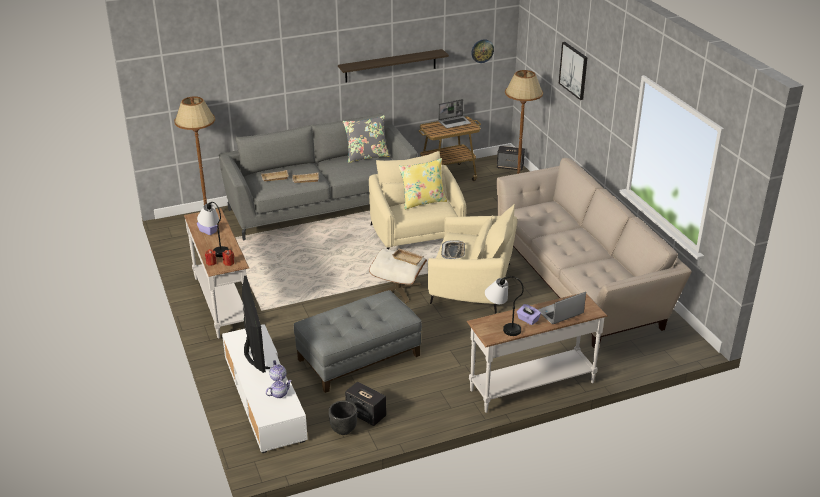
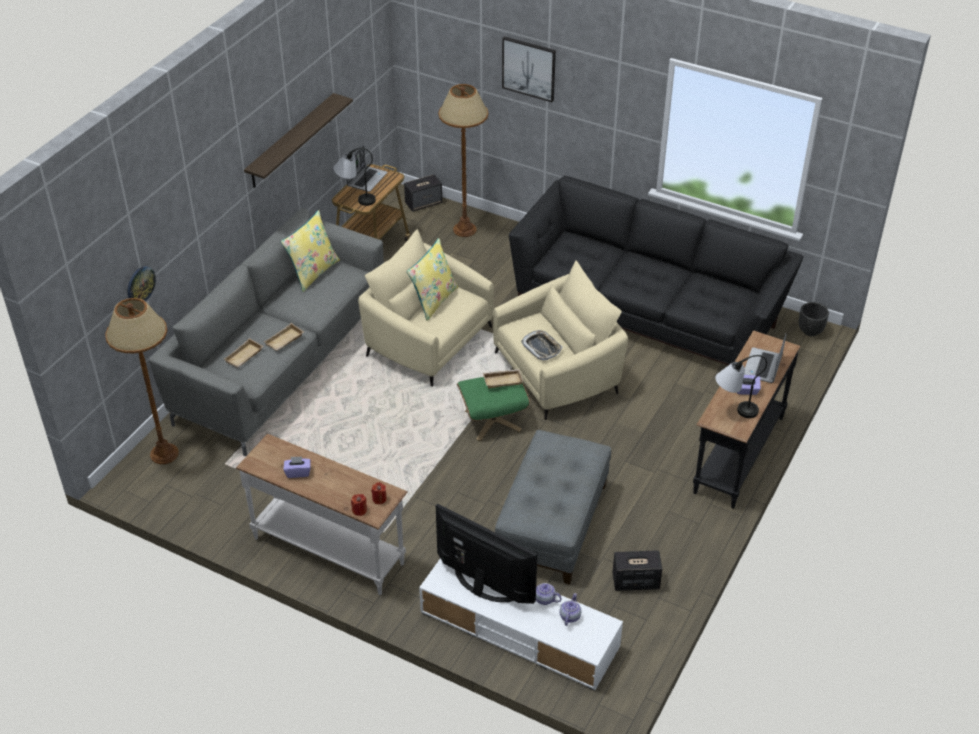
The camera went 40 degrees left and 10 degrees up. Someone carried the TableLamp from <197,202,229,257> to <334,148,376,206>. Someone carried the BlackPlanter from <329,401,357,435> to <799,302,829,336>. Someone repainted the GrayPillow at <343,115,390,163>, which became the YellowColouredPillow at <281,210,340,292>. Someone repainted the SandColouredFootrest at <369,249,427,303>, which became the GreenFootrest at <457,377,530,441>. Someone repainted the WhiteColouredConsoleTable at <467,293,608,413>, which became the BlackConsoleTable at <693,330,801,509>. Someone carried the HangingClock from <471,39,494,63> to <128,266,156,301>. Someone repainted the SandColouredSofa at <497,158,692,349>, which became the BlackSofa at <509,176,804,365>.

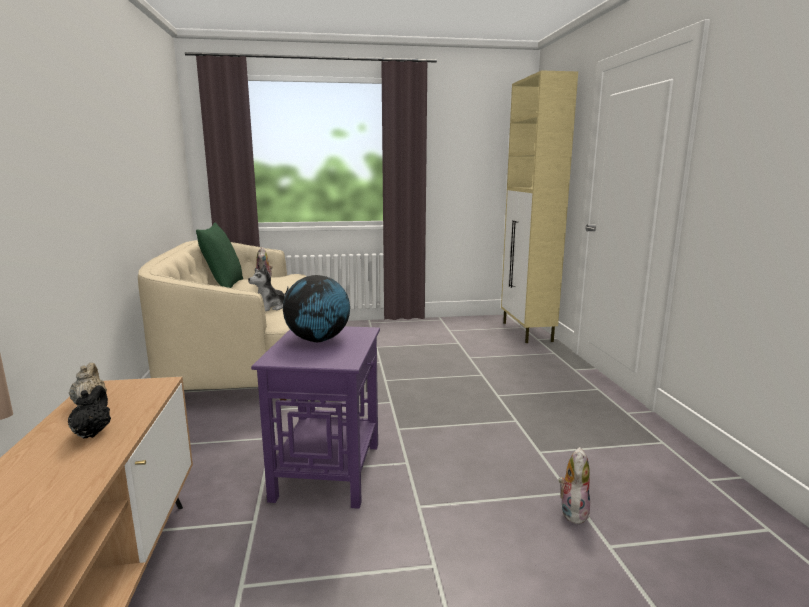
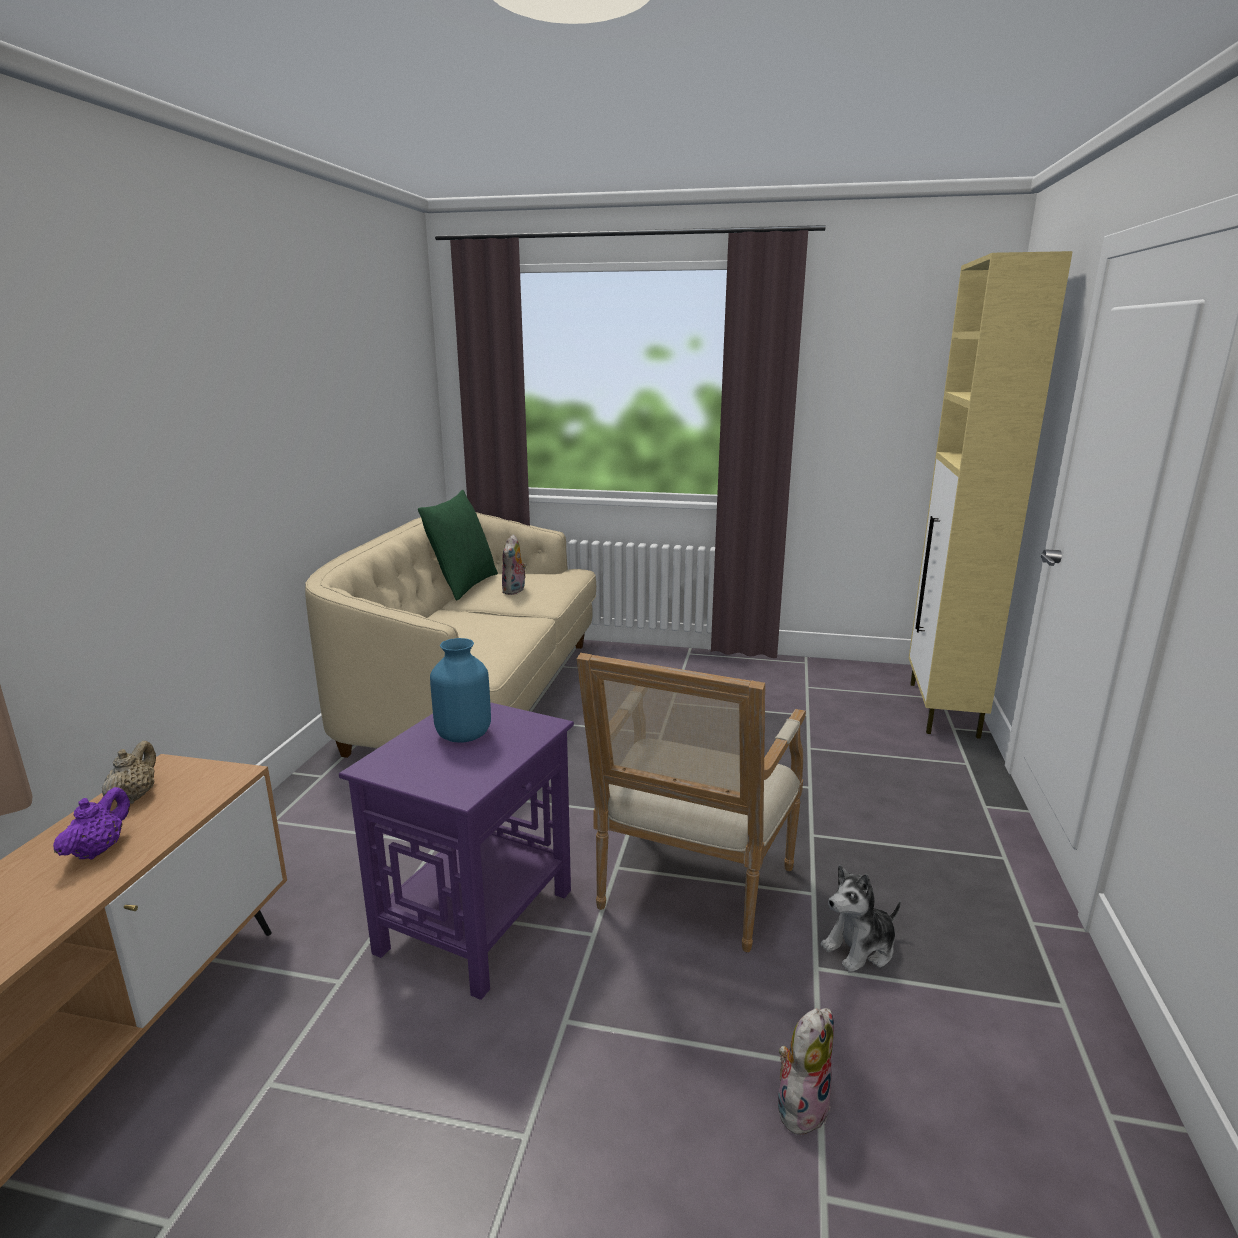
The camera went 20 degrees right and 5 degrees up. Someone repainted the BlackPotForTea at <68,385,111,439>, which became the PurpleColouredPotForTea at <53,787,130,860>. Someone carried the PlushToy from <248,264,289,311> to <821,865,901,973>. Someone swapped the WorldGlobe at <283,275,350,342> for the BluishFlowerVase at <430,638,491,743>. Someone put down the EasyChair at <577,653,806,952>.

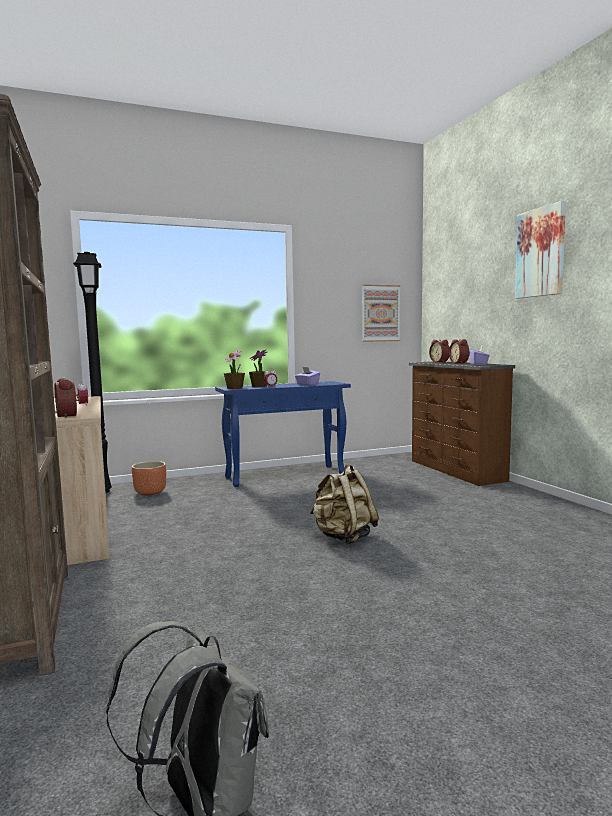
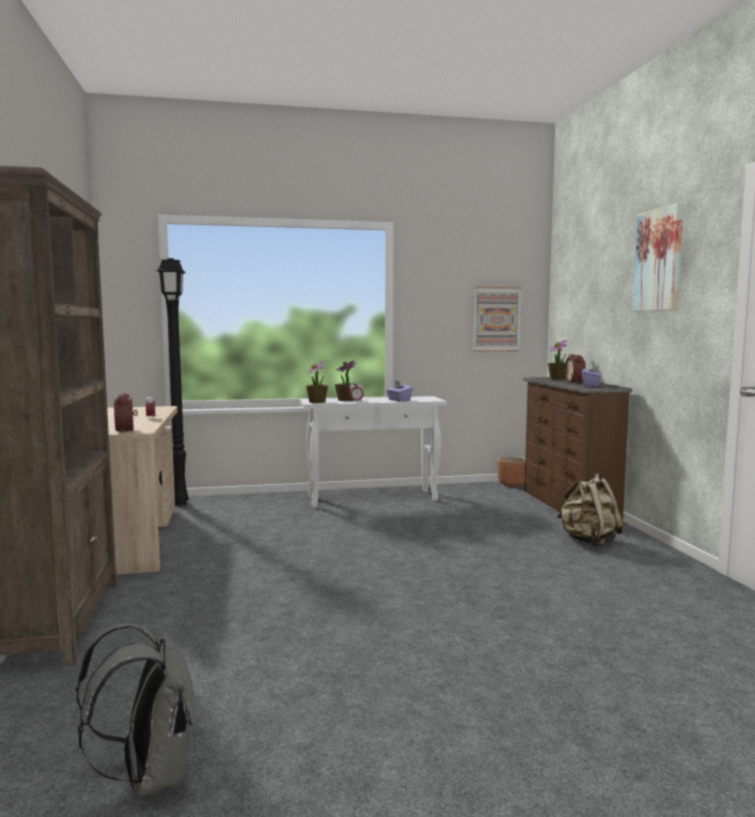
The camera went 10 degrees right and 0 degrees up. Someone carried the BrownColouredPlanter from <132,461,166,495> to <498,456,525,487>. Someone repainted the BluishConsoleTable at <215,381,351,487>, which became the WhiteColouredConsoleTable at <300,396,447,508>. Someone carried the SandColouredKnapsack from <310,464,379,545> to <557,473,624,547>. Someone swapped the AlarmClock at <429,340,450,362> for the Houseplant at <548,340,568,380>.

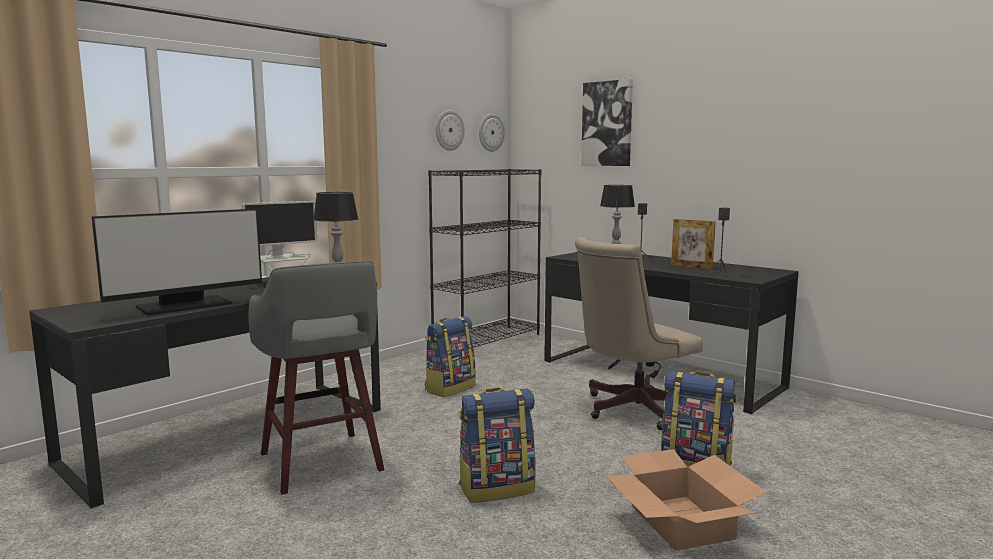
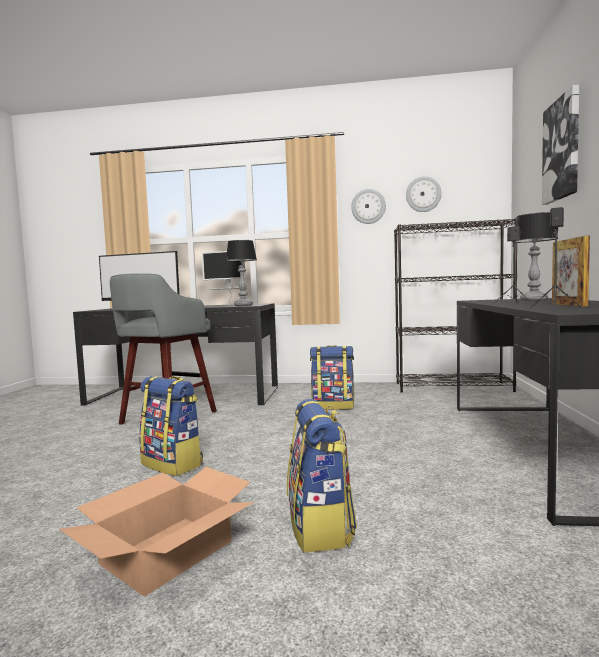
The camera went 55 degrees right and 5 degrees down. Someone carried the HangingClock from <479,114,505,152> to <351,189,386,224>. Someone took away the SandColouredOfficeChair at <575,237,703,430>.

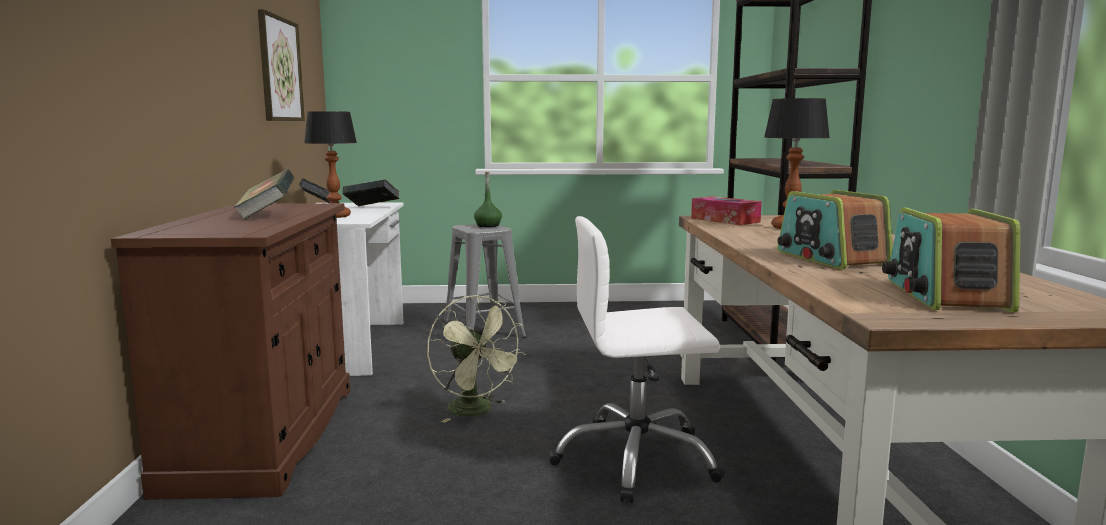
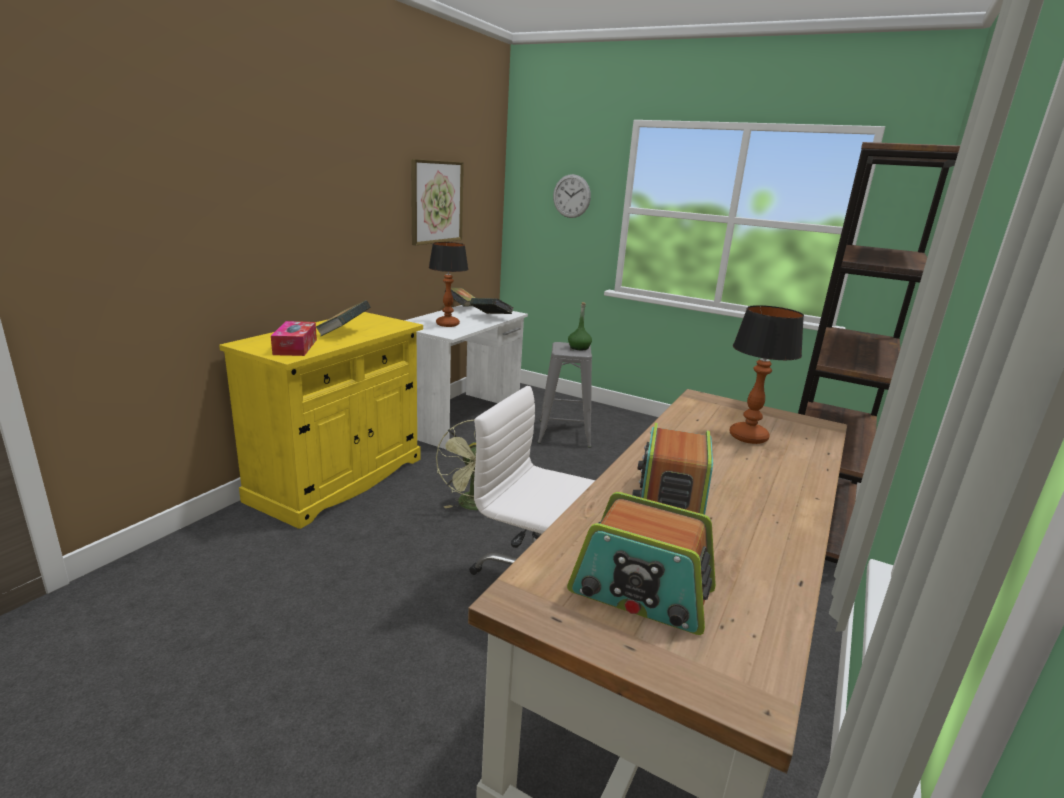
The camera went 30 degrees right and 10 degrees up. Someone repainted the BrownColouredCupboard at <111,203,350,500>, which became the YellowColouredCupboard at <219,312,423,529>. Someone carried the TissueHolder from <691,196,762,225> to <271,321,317,356>. Someone rotated the RadioReceiver at <882,208,1020,312> by 105 degrees counterclockwise. Someone put up the HangingClock at <553,174,591,218>.

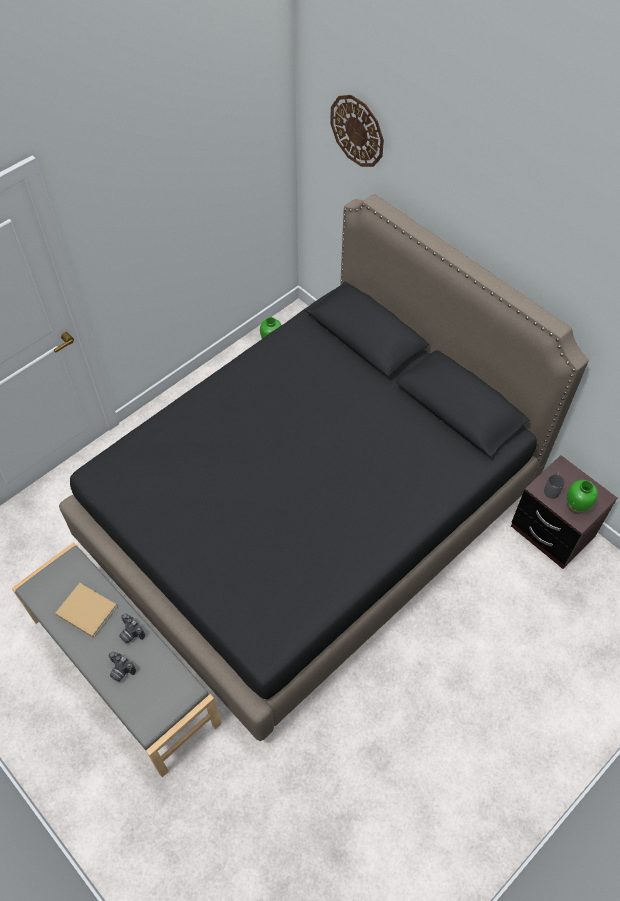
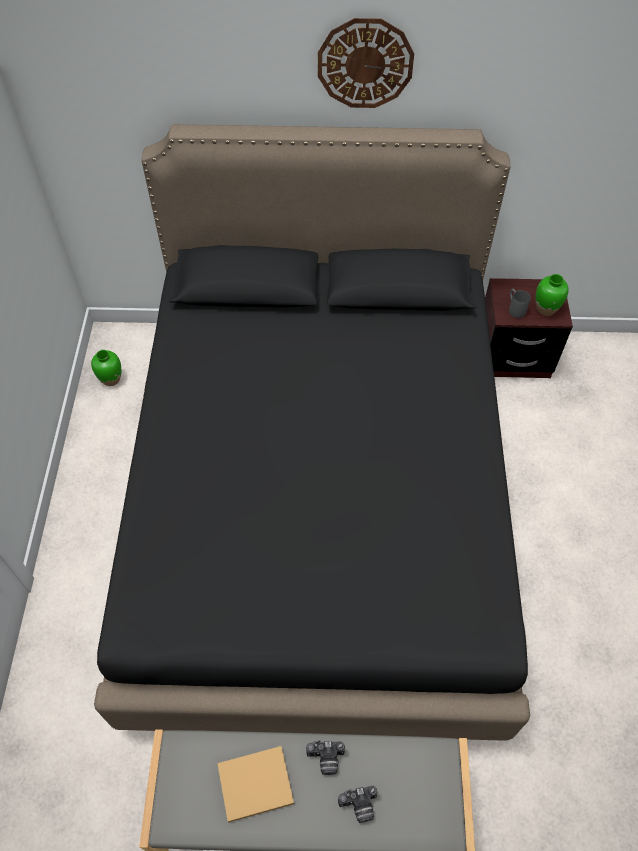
The camera went 45 degrees left and 0 degrees up. Someone carried the HangingClock from <330,95,384,167> to <318,18,414,108>.

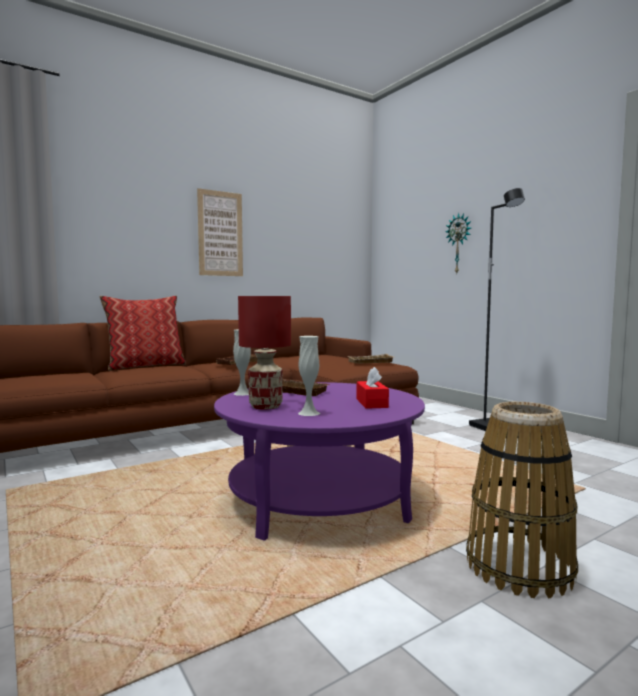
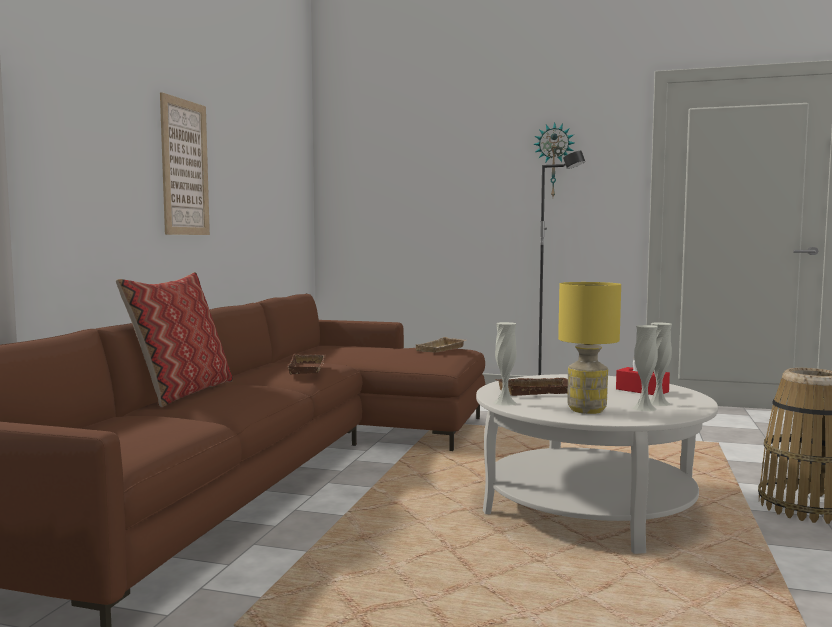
The camera went 40 degrees left and 0 degrees up. Someone repainted the PurpleColouredLowTable at <214,382,425,541>, which became the WhiteColouredLowTable at <476,374,718,554>. Someone repainted the RedTableLamp at <238,296,291,410>, which became the YellowColouredTableLamp at <558,282,621,414>. Someone carried the HangingClock from <446,213,471,273> to <533,122,575,197>. Someone put down the WhiteColouredFlowerVase at <650,322,672,406>.

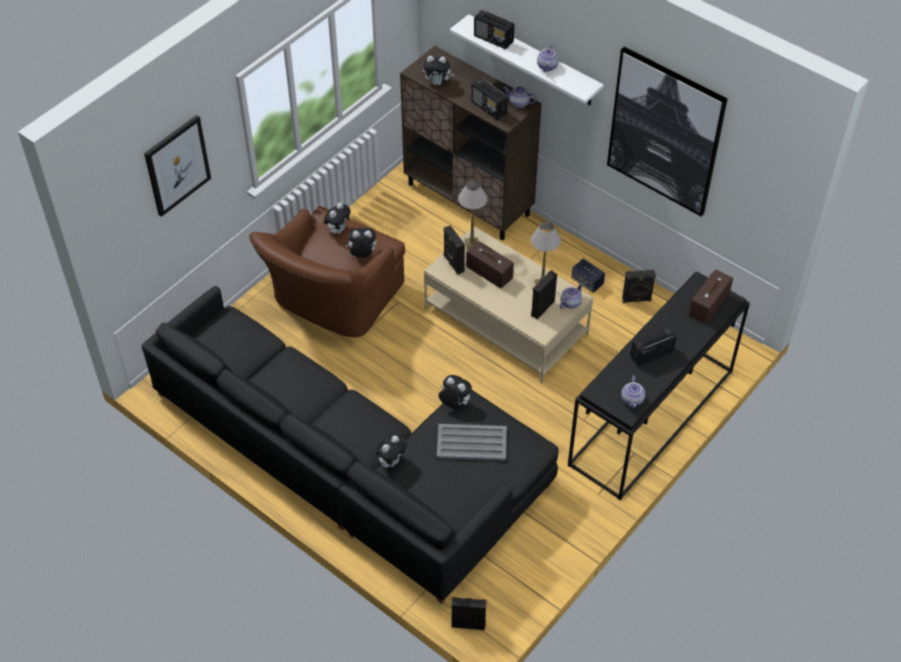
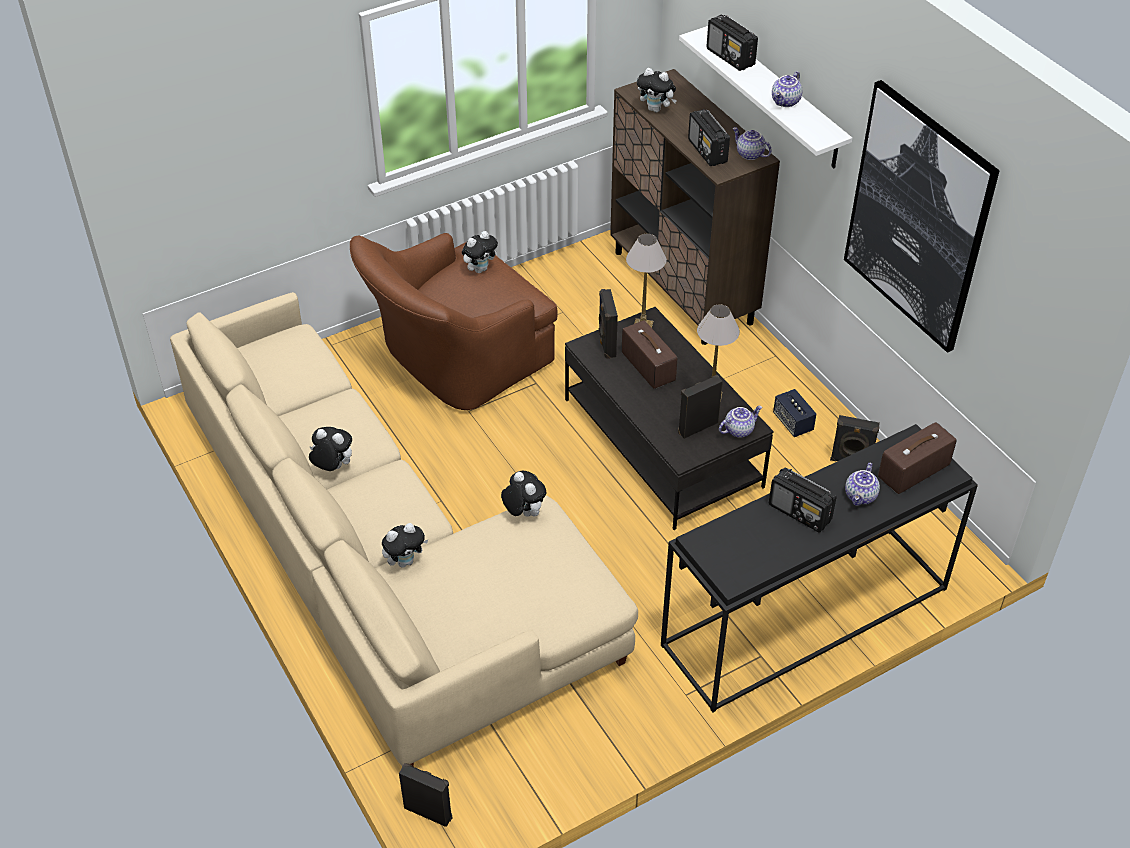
The camera went 20 degrees right and 5 degrees down. Someone repainted the BlackSofa at <141,286,558,604>, which became the SandColouredSofa at <170,292,638,767>. Someone took away the WallArt at <144,115,211,217>. Someone carried the PlushToy from <345,228,377,257> to <309,427,352,471>. Someone repainted the SandColouredLowTable at <424,226,593,383>, which became the BlackLowTable at <565,307,774,530>. Someone took away the GrayTray at <437,424,507,461>. Someone carried the PotForTea from <621,376,645,409> to <845,463,880,506>. Someone rotated the RadioReceiver at <630,326,676,367> by 135 degrees counterclockwise.

